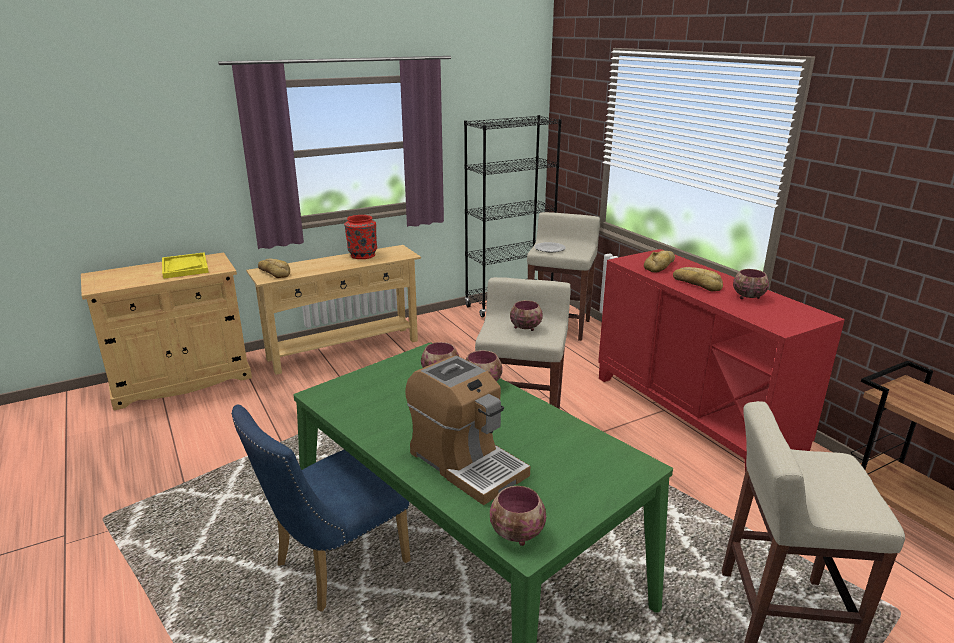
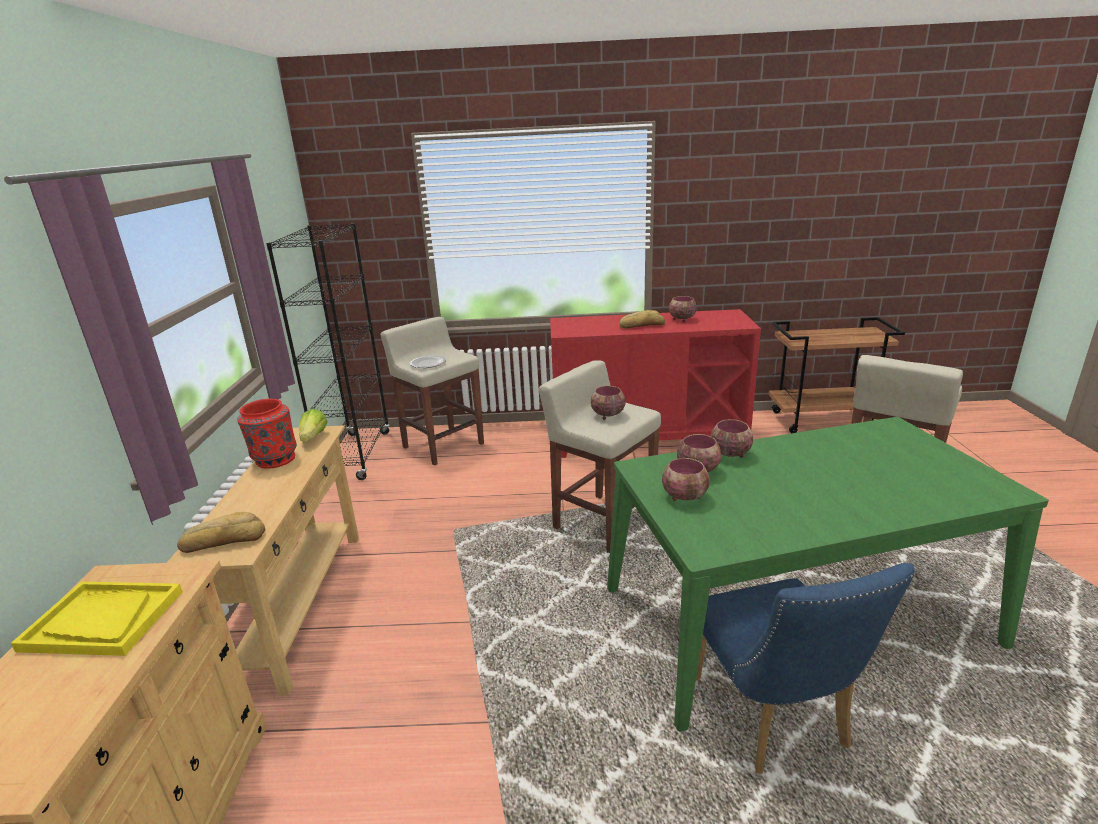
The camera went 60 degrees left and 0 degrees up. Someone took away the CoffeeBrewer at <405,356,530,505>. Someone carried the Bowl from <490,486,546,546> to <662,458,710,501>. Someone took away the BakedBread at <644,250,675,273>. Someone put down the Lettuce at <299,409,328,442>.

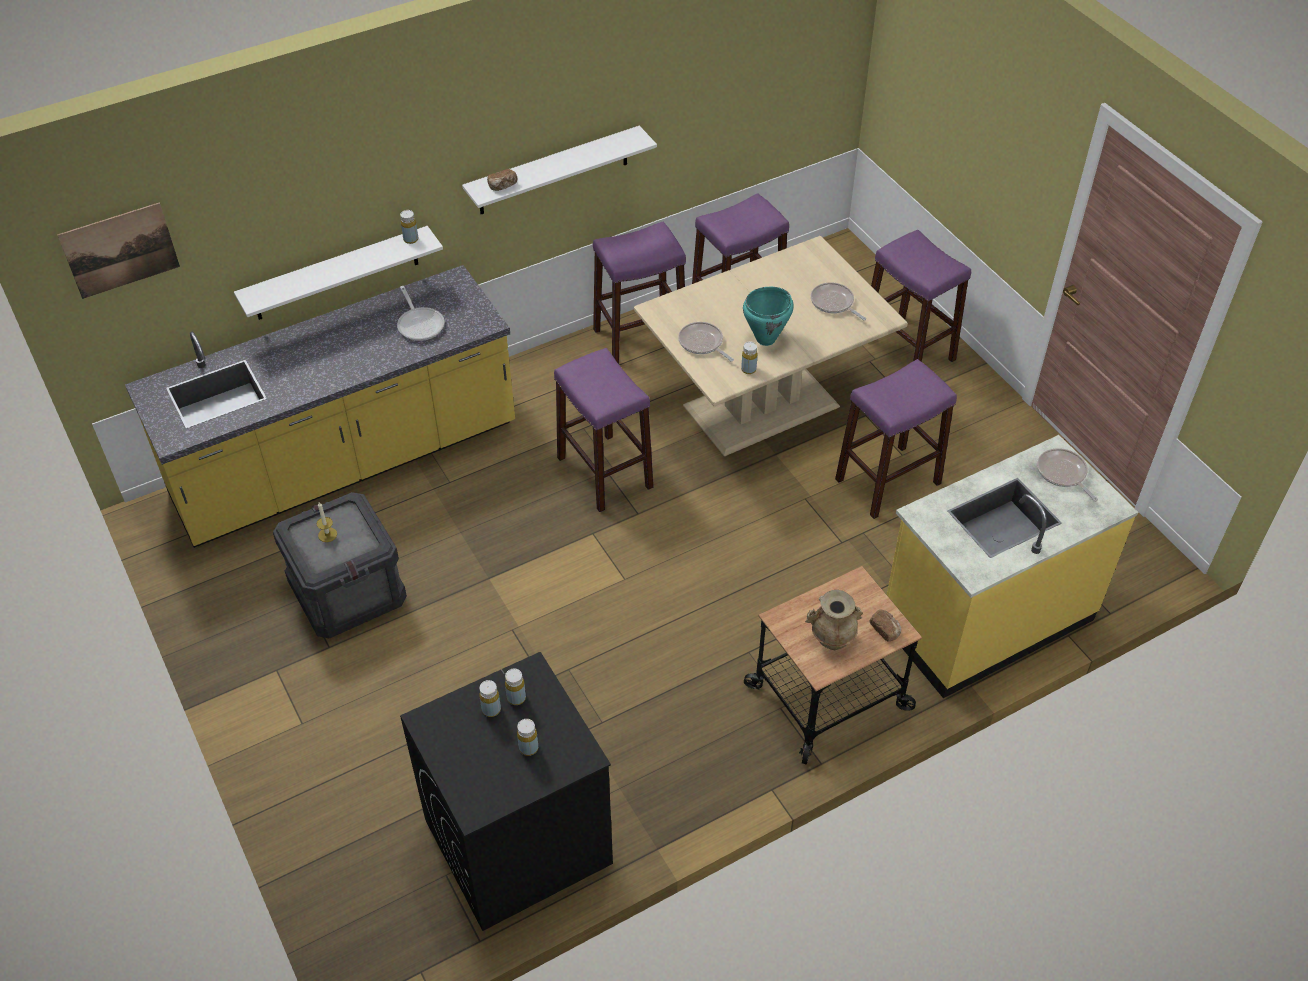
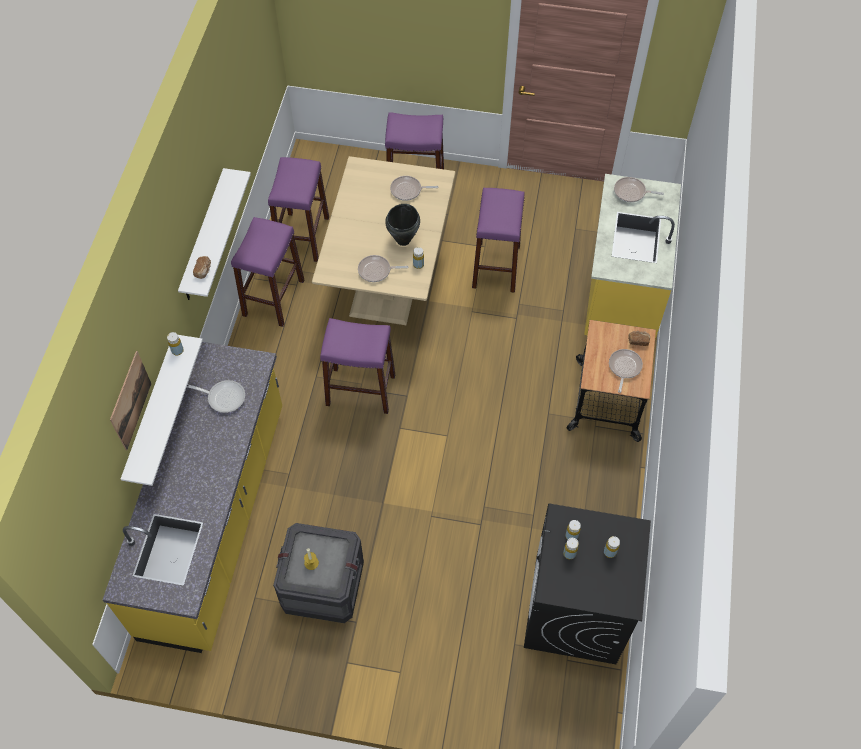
The camera went 50 degrees left and 10 degrees up. Someone carried the WallArt from <57,202,180,299> to <110,351,151,450>. Someone repainted the BlueGreenStockpot at <743,287,794,346>, which became the BlackStockpot at <385,204,420,246>. Someone swapped the SandColouredFlowerVase at <805,590,863,650> for the Pan at <609,349,643,393>.

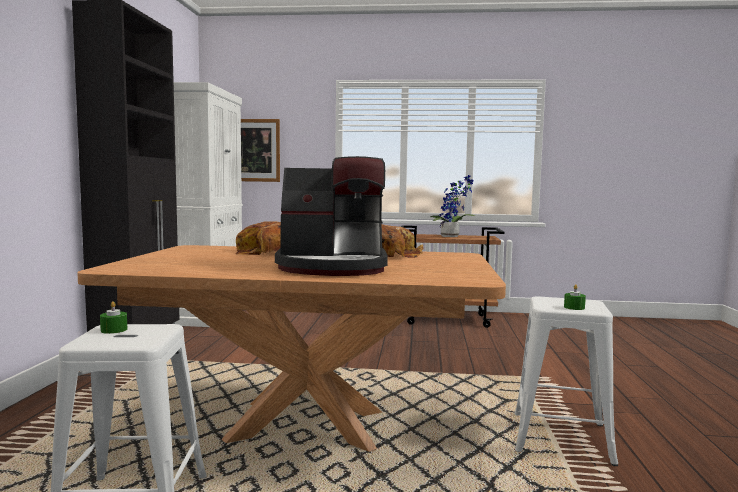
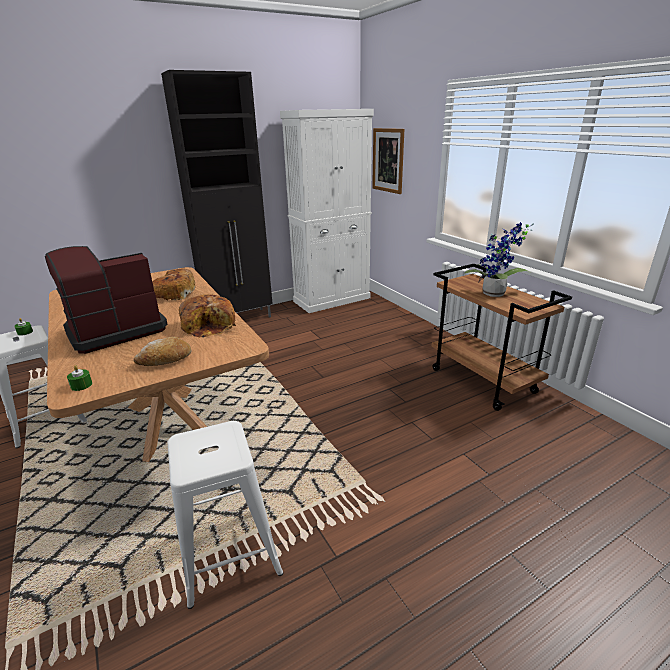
The camera went 55 degrees right and 20 degrees up. Someone rotated the CoffeeBrewer at <275,156,388,276> by 90 degrees clockwise. Someone carried the GreenCandle from <564,284,586,310> to <67,365,92,391>. Someone put down the BakedBread at <133,337,191,366>.

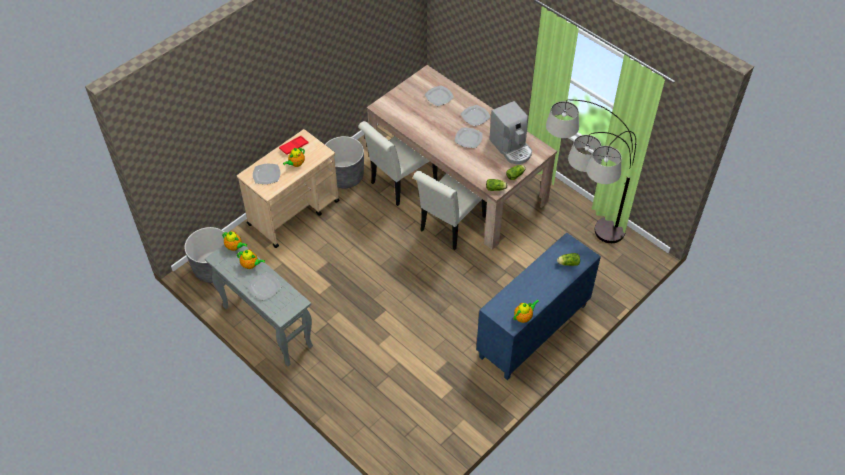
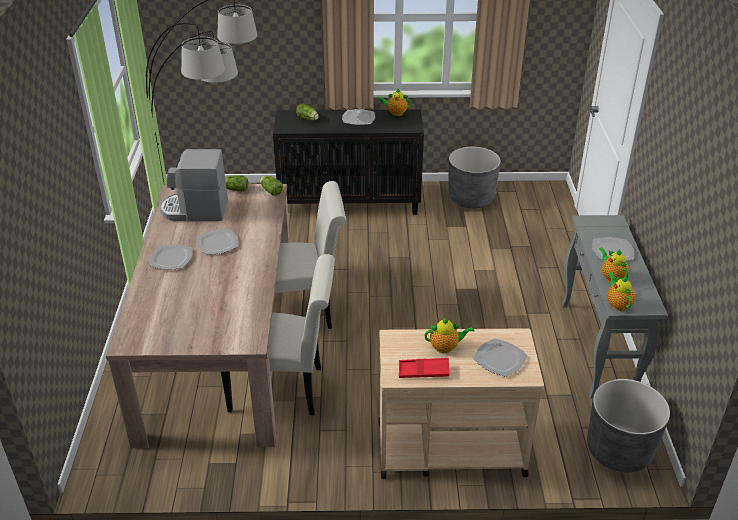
The camera went 135 degrees left and 15 degrees down. Someone carried the GrayPlanter from <325,136,364,188> to <449,147,501,208>. Someone carried the DinnerPlate from <425,86,454,106> to <342,109,375,125>. Someone repainted the BluishCupboard at <476,233,601,380>, which became the BlackCupboard at <273,110,424,215>. Someone rotated the CoffeeBrewer at <489,101,532,164> by 105 degrees counterclockwise.

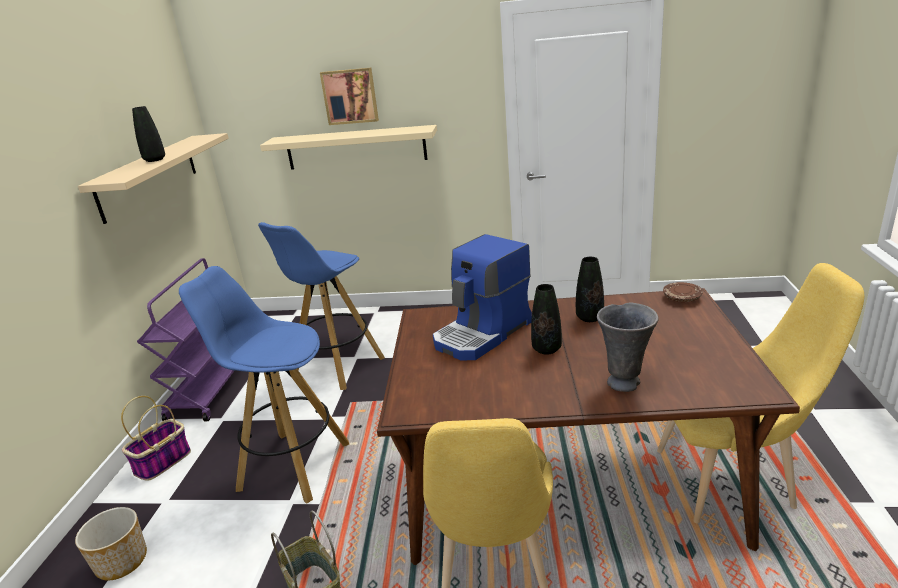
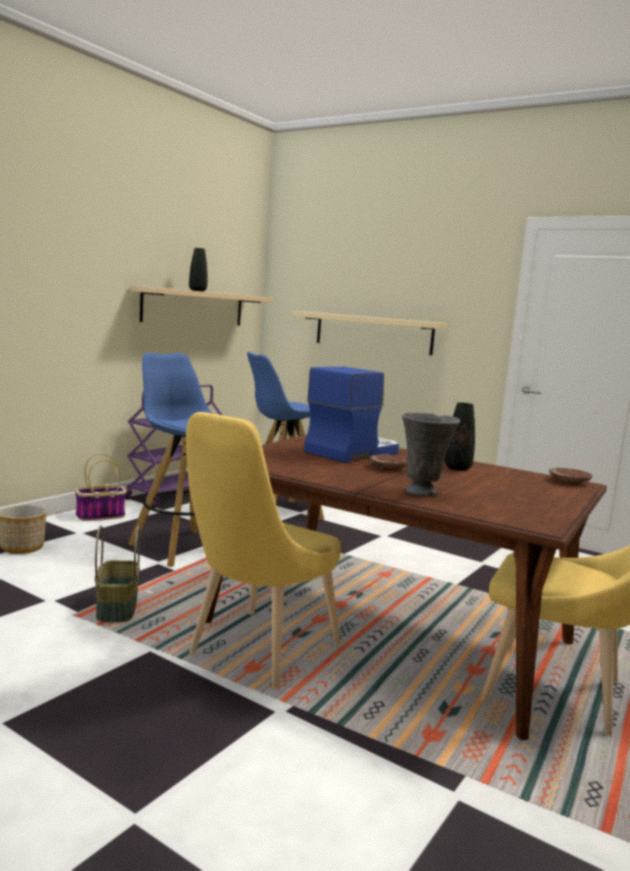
The camera went 25 degrees right and 15 degrees down. Someone took away the WallArt at <320,68,379,125>. Someone rotated the CoffeeBrewer at <433,234,532,360> by 150 degrees clockwise. Someone swapped the BlackFlowerVase at <531,284,562,354> for the BrownColouredDinnerPlate at <369,454,408,471>.

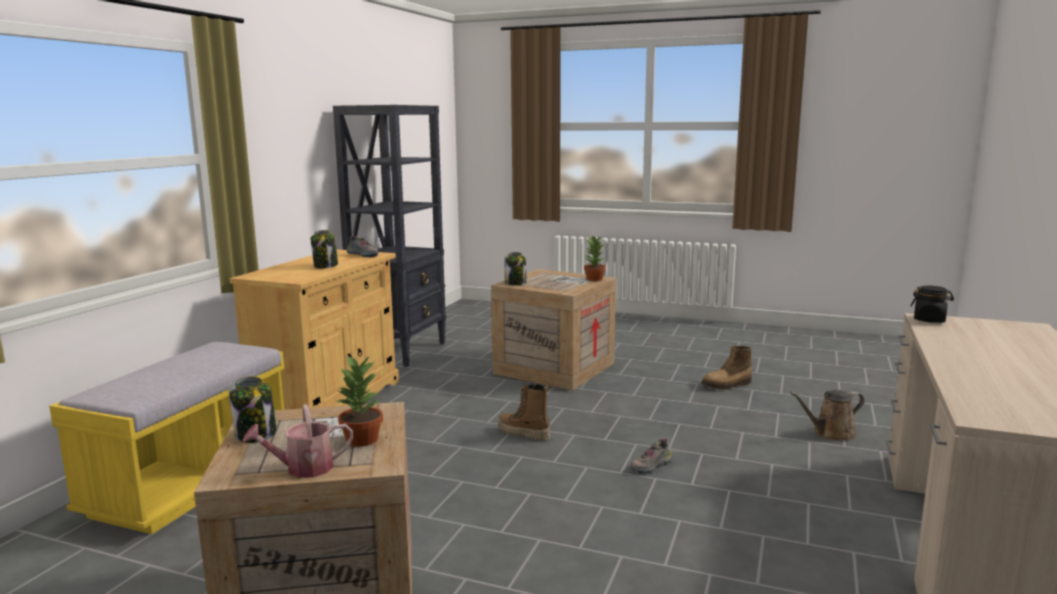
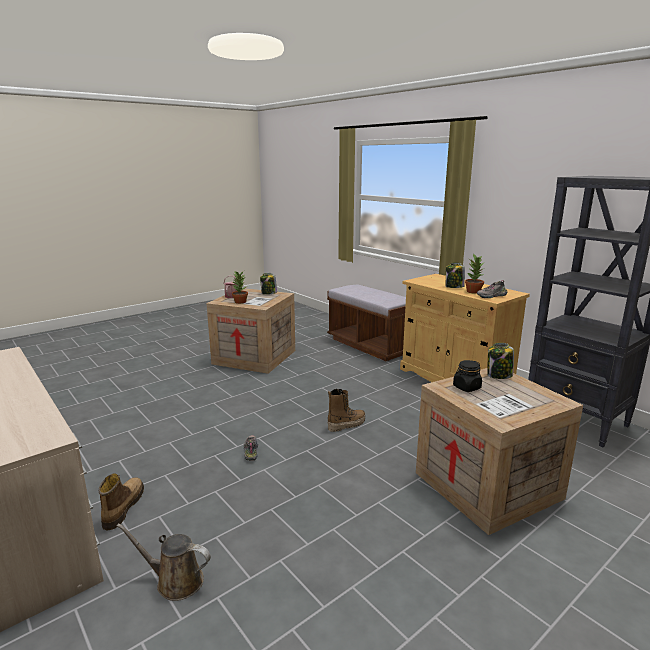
The camera went 120 degrees right and 5 degrees up. Someone repainted the YellowColouredLongSeat at <49,342,284,534>, which became the BrownColouredLongSeat at <327,284,406,361>. Someone carried the Houseplant from <584,236,606,281> to <465,254,484,294>. Someone carried the Boot from <701,345,752,390> to <99,473,144,530>. Someone rotated the BrownColouredWateringPot at <790,390,865,441> by 90 degrees counterclockwise. Someone carried the BlackJar from <911,286,954,323> to <453,360,482,392>.

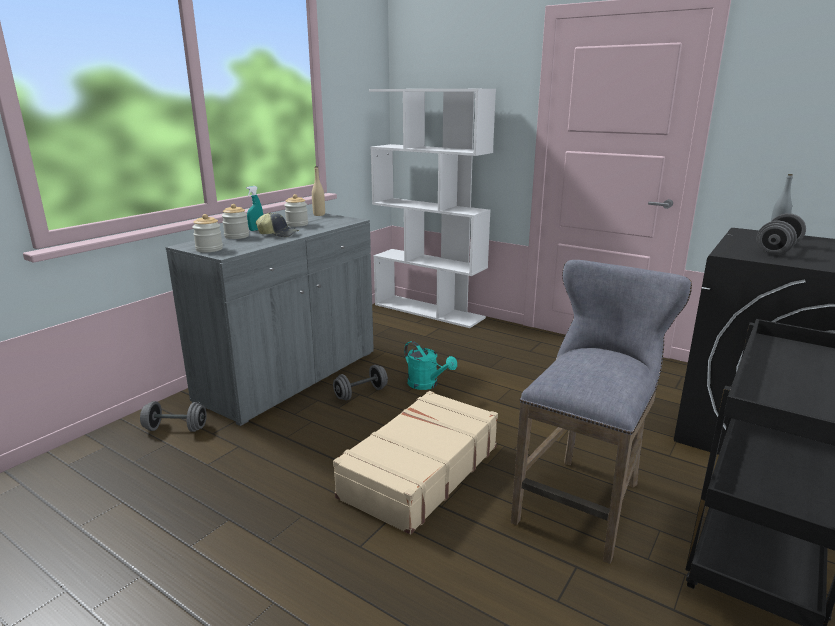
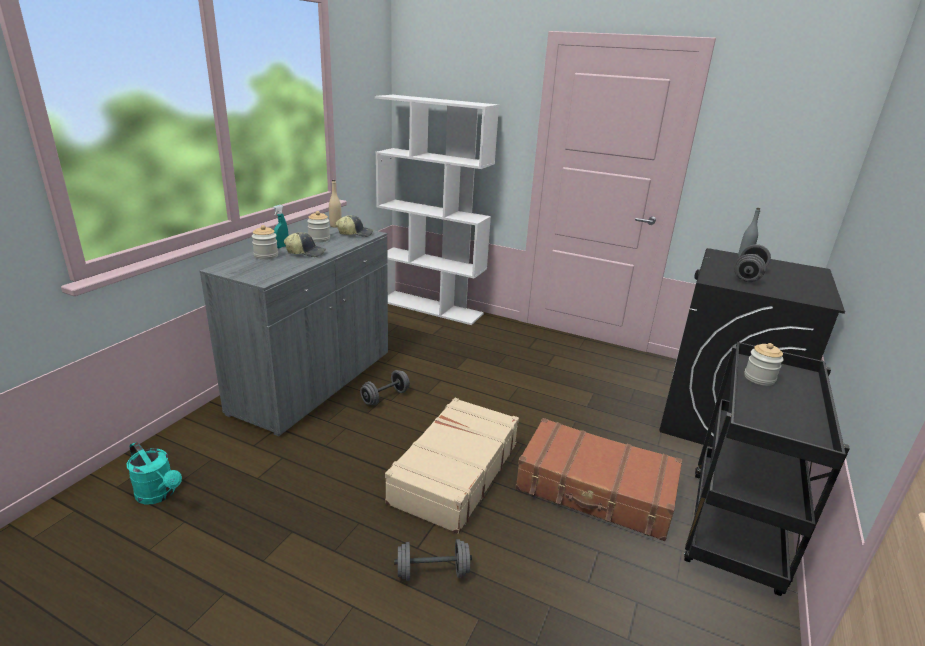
The camera went 10 degrees left and 5 degrees up. Someone carried the GrayDumbbell from <140,401,207,432> to <394,539,472,581>. Someone carried the Jar from <192,214,223,252> to <744,343,784,386>. Someone carried the BlueGreenWateringPot from <404,341,457,390> to <127,442,182,505>. Someone swapped the GrayStoolSeat at <511,260,692,564> for the BrownColouredSuitcase at <515,418,682,541>. Someone put down the PeakedCap at <335,215,373,237>.

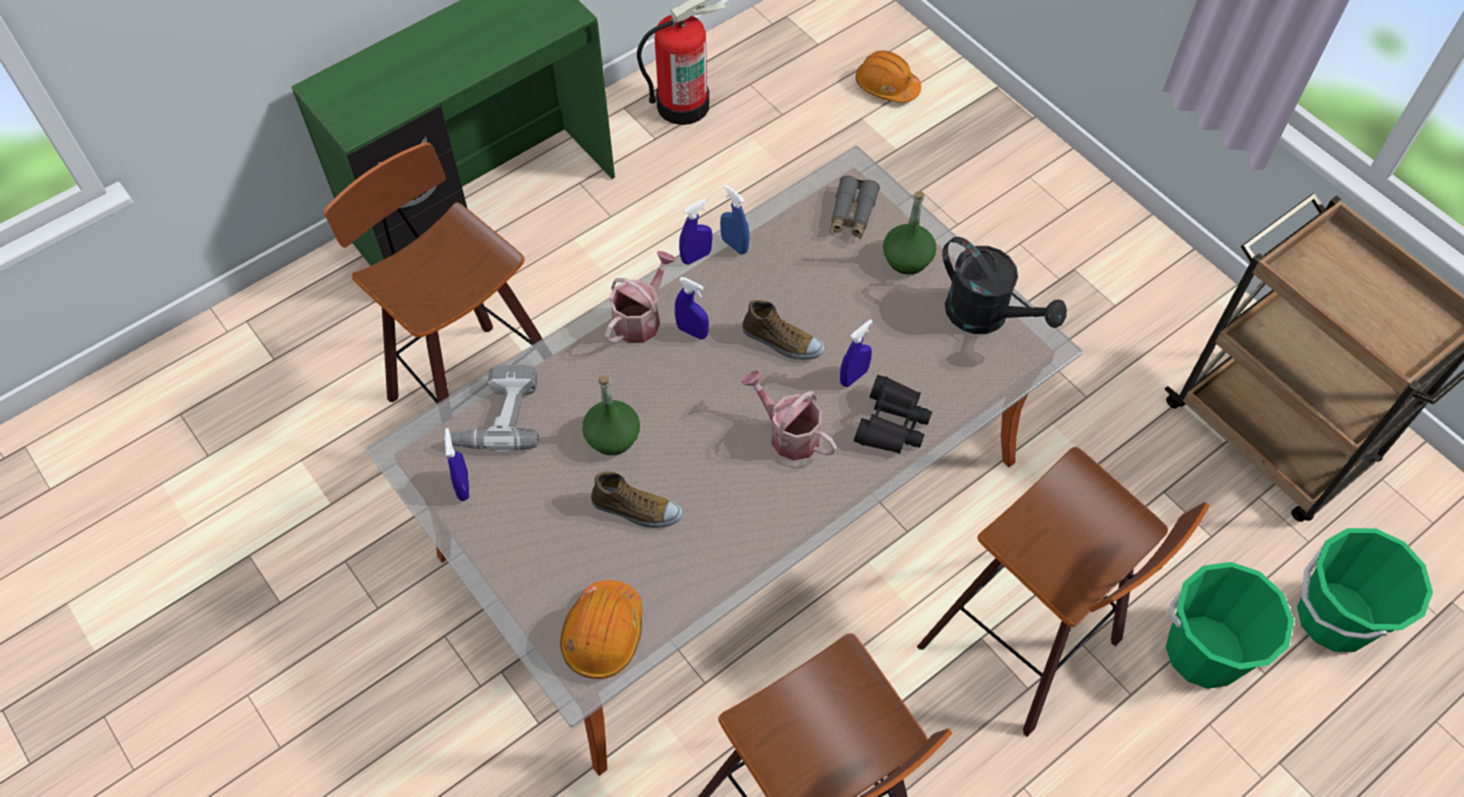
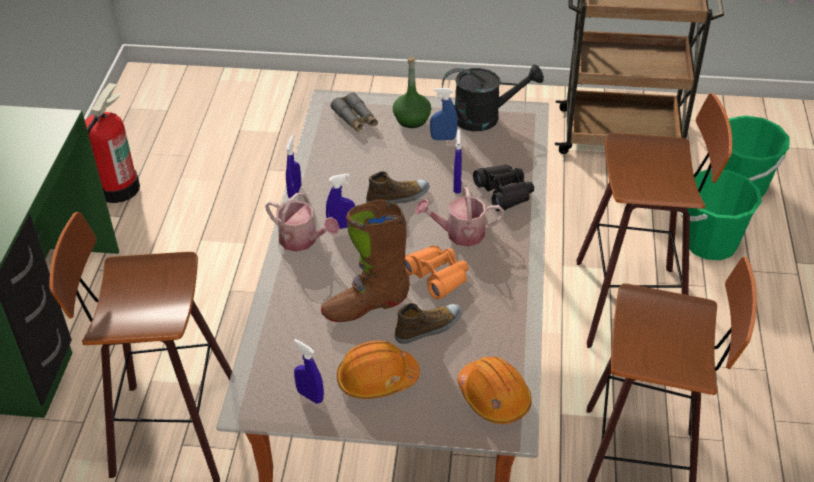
The camera went 45 degrees left and 15 degrees down. Someone took away the Drill at <443,365,539,452>. Someone swapped the GreenDrinkBottle at <582,375,640,455> for the BrownColouredBoot at <321,199,410,322>. Someone rotated the WateringPot at <605,251,676,343> by 135 degrees clockwise. Someone carried the BluishHandSprayer from <720,185,749,254> to <430,88,458,140>. Someone carried the OrangeColouredSafetyHelmet from <856,50,921,103> to <337,341,420,399>. Someone put down the OrangeColouredFieldGlasses at <405,245,469,300>.

